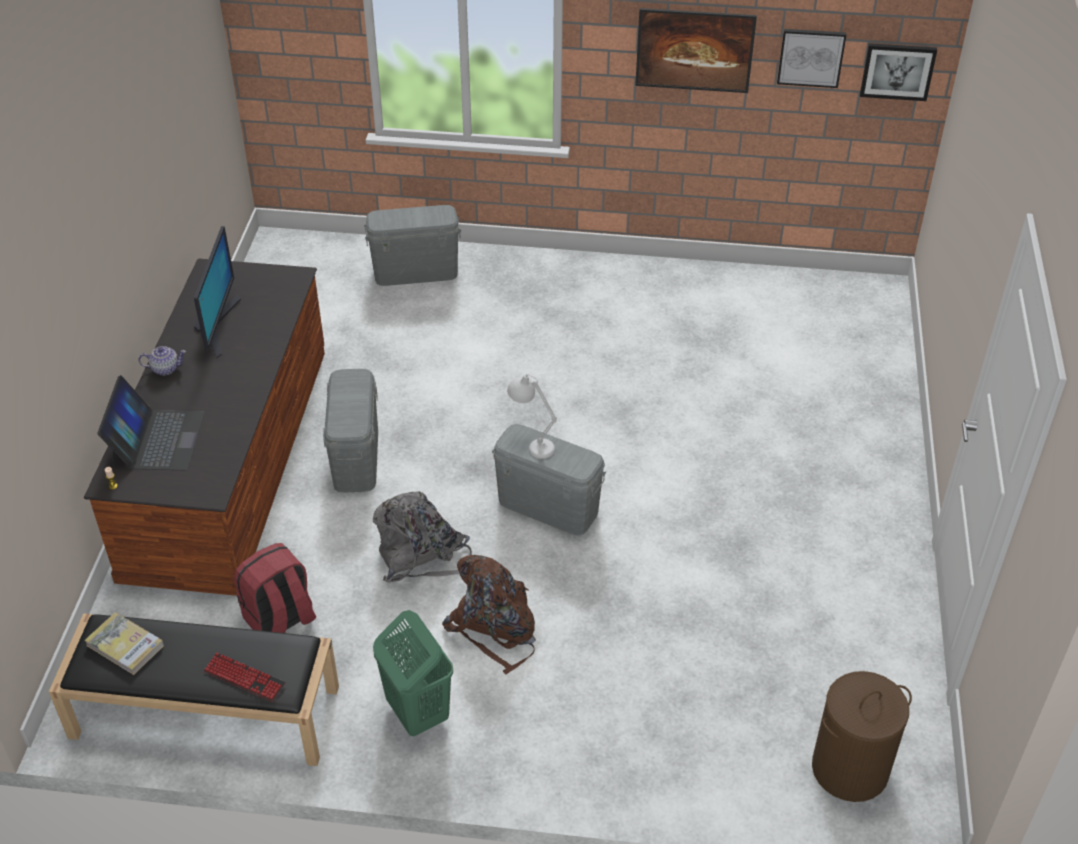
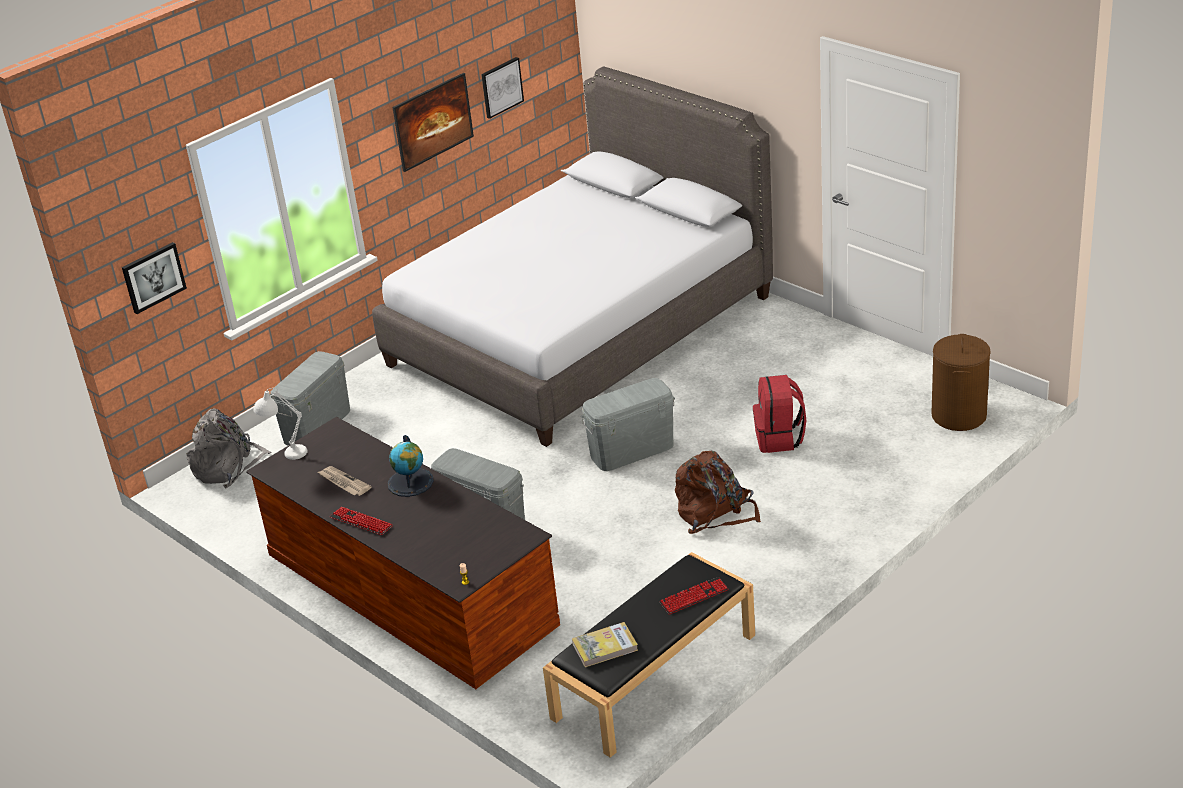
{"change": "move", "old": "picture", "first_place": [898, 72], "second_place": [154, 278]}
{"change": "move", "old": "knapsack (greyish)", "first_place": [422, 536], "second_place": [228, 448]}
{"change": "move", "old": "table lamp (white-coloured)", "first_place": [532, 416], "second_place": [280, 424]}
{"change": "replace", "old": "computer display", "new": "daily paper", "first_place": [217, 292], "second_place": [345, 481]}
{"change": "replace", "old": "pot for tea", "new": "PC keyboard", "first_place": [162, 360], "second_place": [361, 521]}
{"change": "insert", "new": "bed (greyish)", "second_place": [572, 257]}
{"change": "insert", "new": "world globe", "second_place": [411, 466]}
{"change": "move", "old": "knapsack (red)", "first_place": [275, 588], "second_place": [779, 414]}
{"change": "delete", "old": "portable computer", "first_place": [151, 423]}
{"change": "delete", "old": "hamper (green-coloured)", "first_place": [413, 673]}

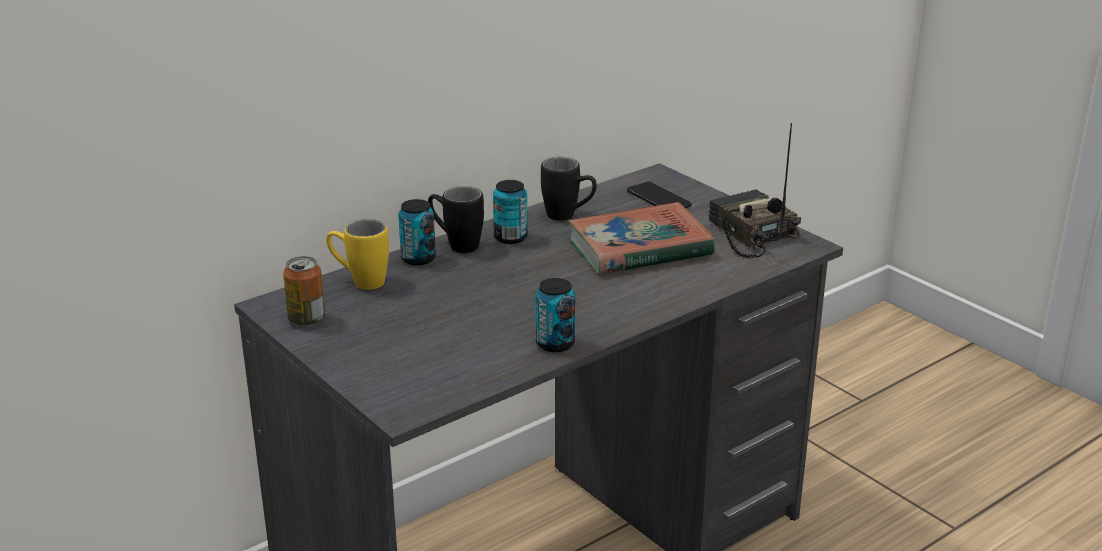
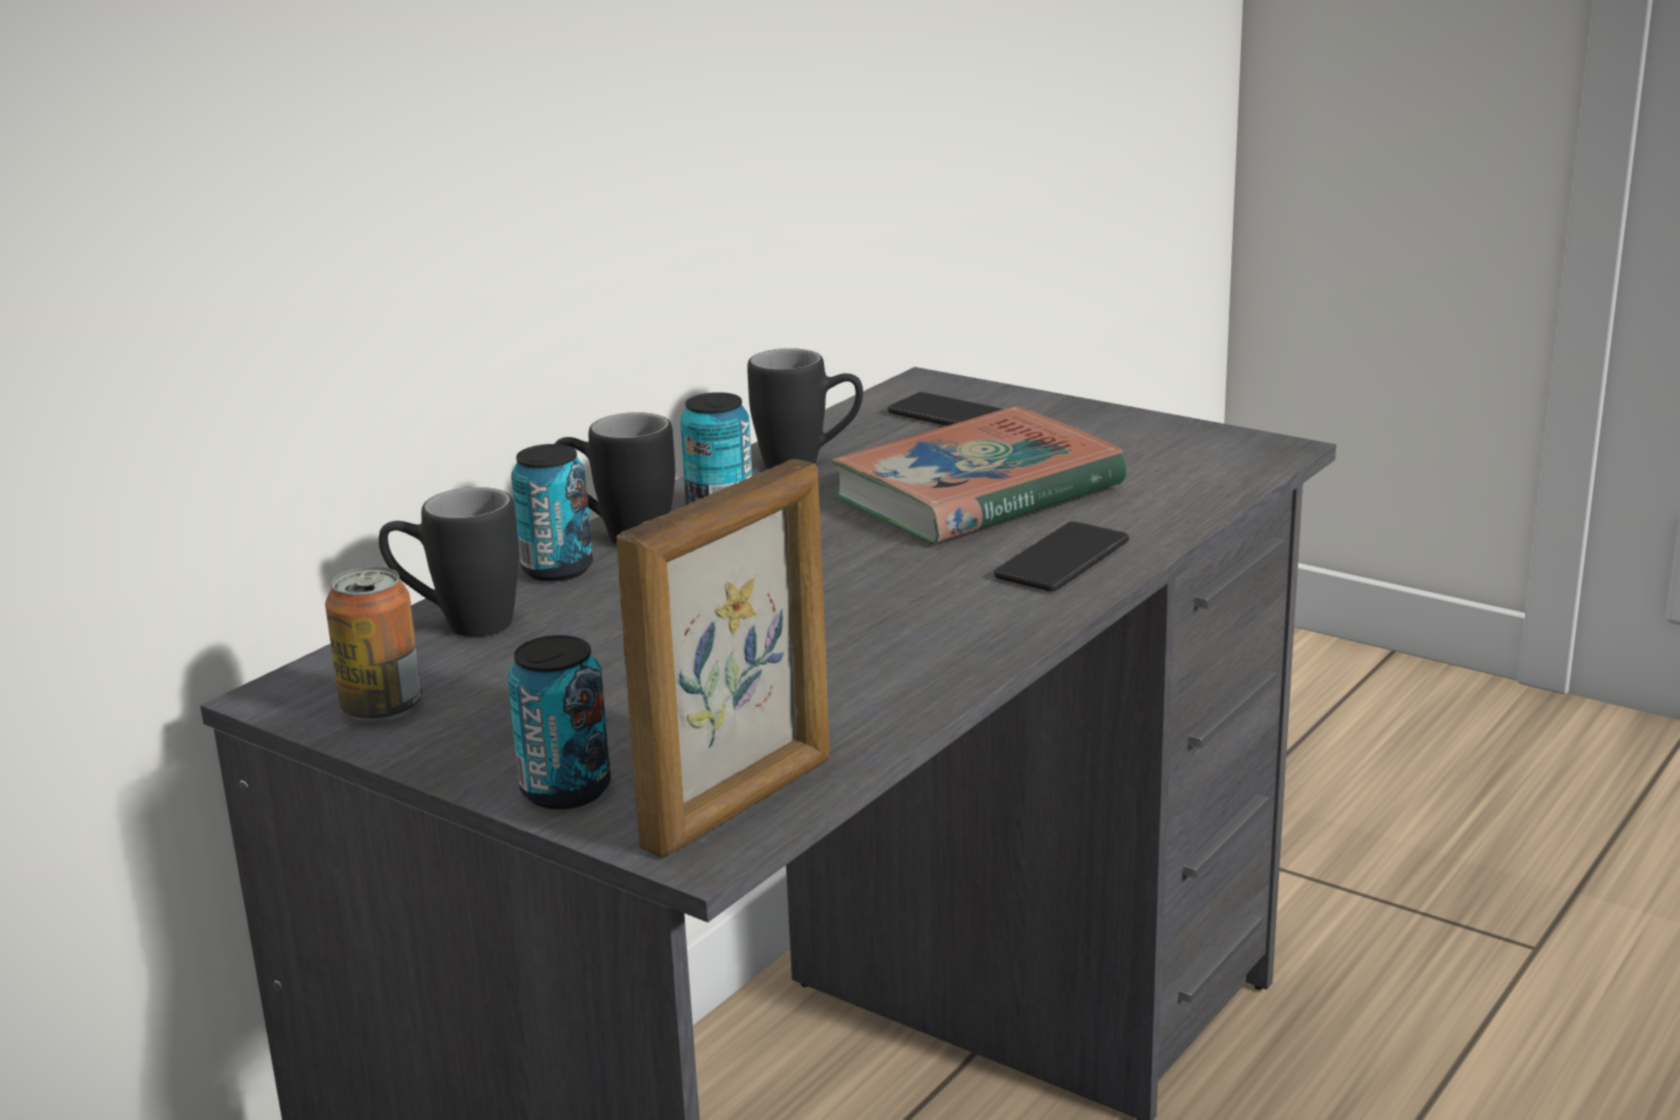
{"change": "recolor", "old": "mug (yellowish)", "new": "mug (black-coloured)", "first_place": [357, 254], "second_place": [449, 562]}
{"change": "move", "old": "sealed can", "first_place": [555, 315], "second_place": [559, 722]}
{"change": "insert", "new": "standing frame", "second_place": [722, 658]}
{"change": "insert", "new": "handset", "second_place": [1061, 556]}
{"change": "delete", "old": "radio", "first_place": [755, 190]}

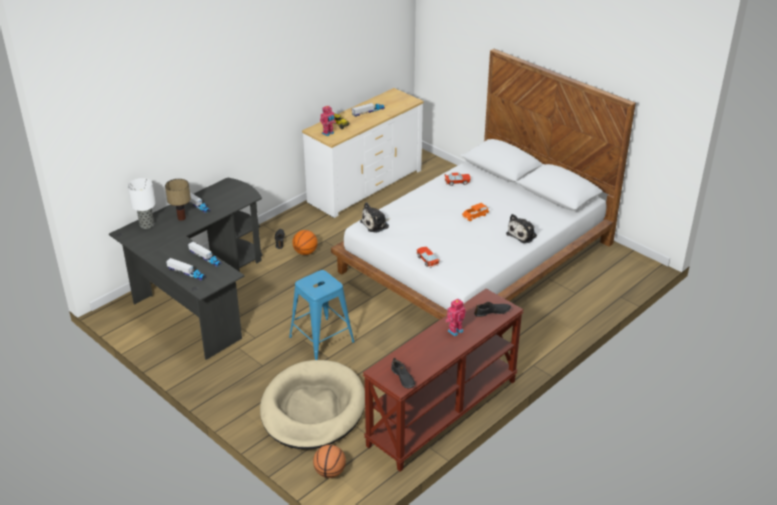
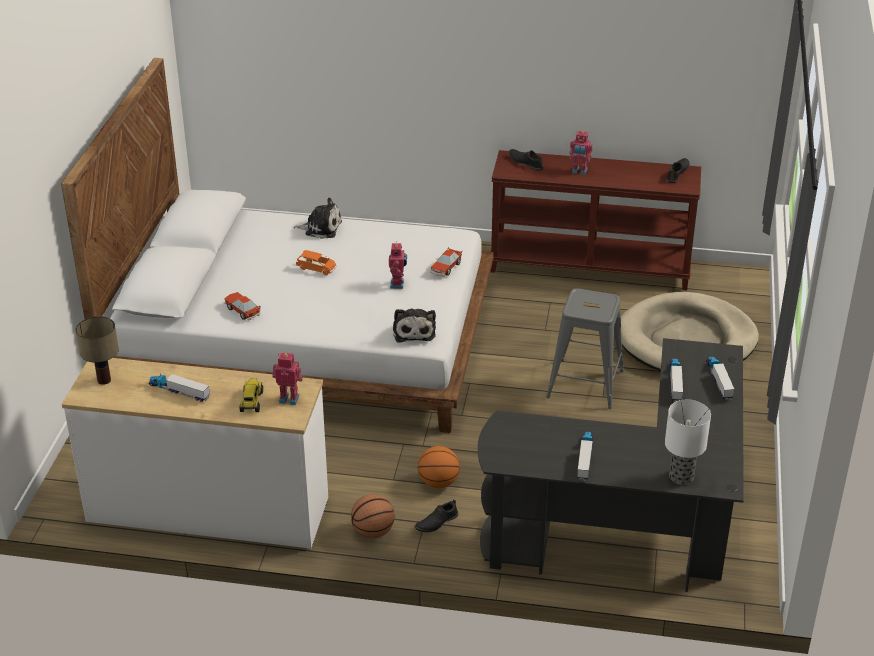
{"change": "move", "old": "table lamp", "first_place": [178, 200], "second_place": [97, 350]}
{"change": "move", "old": "basketball", "first_place": [329, 461], "second_place": [373, 516]}
{"change": "insert", "new": "robot figure", "second_place": [398, 265]}
{"change": "rotate", "old": "cuddly toy", "first_place": [375, 217], "second_place": [414, 325], "degrees": 60}
{"change": "recolor", "old": "stool (bluish)", "new": "stool (greyish)", "first_place": [322, 315], "second_place": [584, 348]}

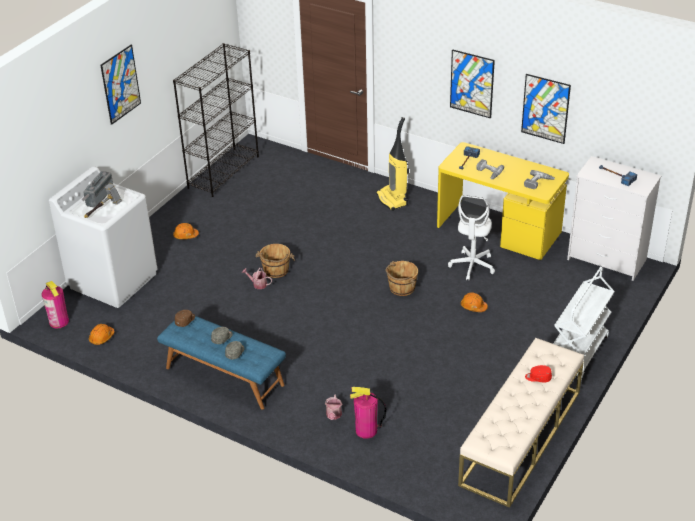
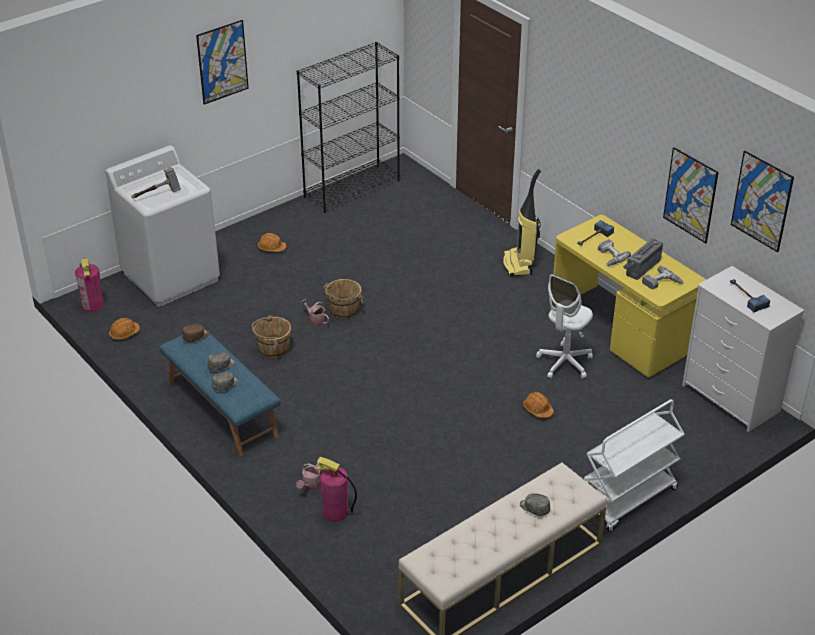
{"change": "move", "old": "pail (brownish)", "first_place": [401, 278], "second_place": [271, 336]}
{"change": "recolor", "old": "cap (red)", "new": "cap (greyish)", "first_place": [538, 374], "second_place": [535, 504]}
{"change": "move", "old": "radio", "first_place": [97, 189], "second_place": [643, 259]}
{"change": "move", "old": "picture", "first_place": [472, 83], "second_place": [762, 201]}

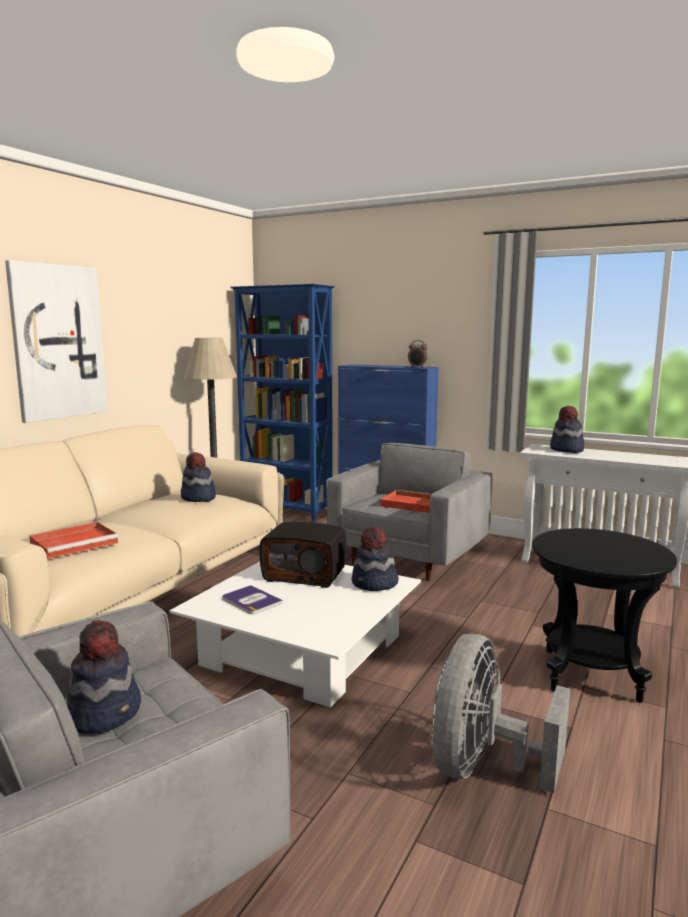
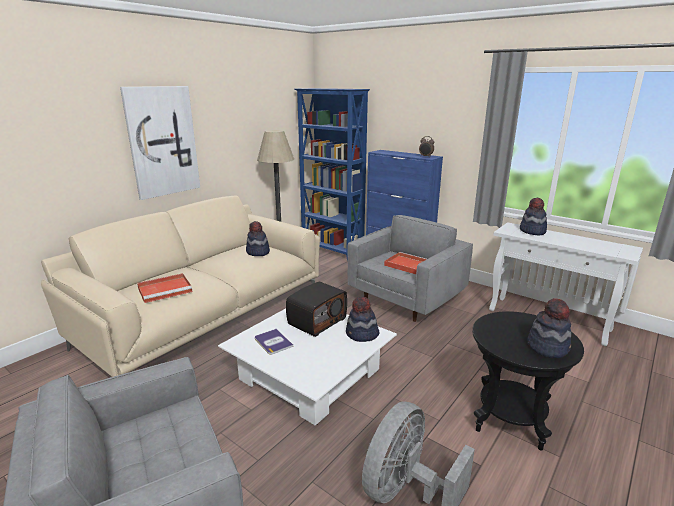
{"change": "rotate", "old": "radio", "first_place": [303, 555], "second_place": [316, 309], "degrees": -75}
{"change": "move", "old": "clothing hat", "first_place": [104, 677], "second_place": [549, 328]}

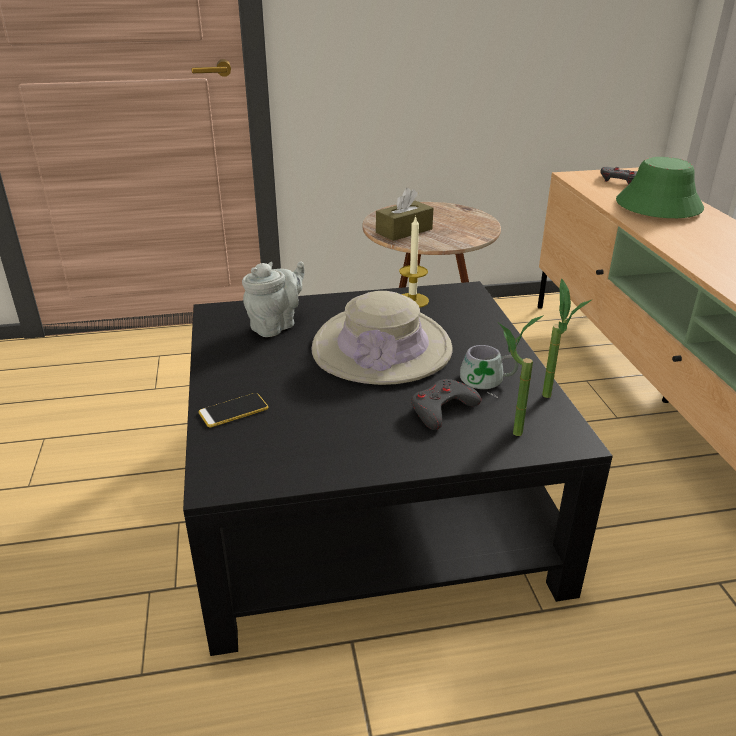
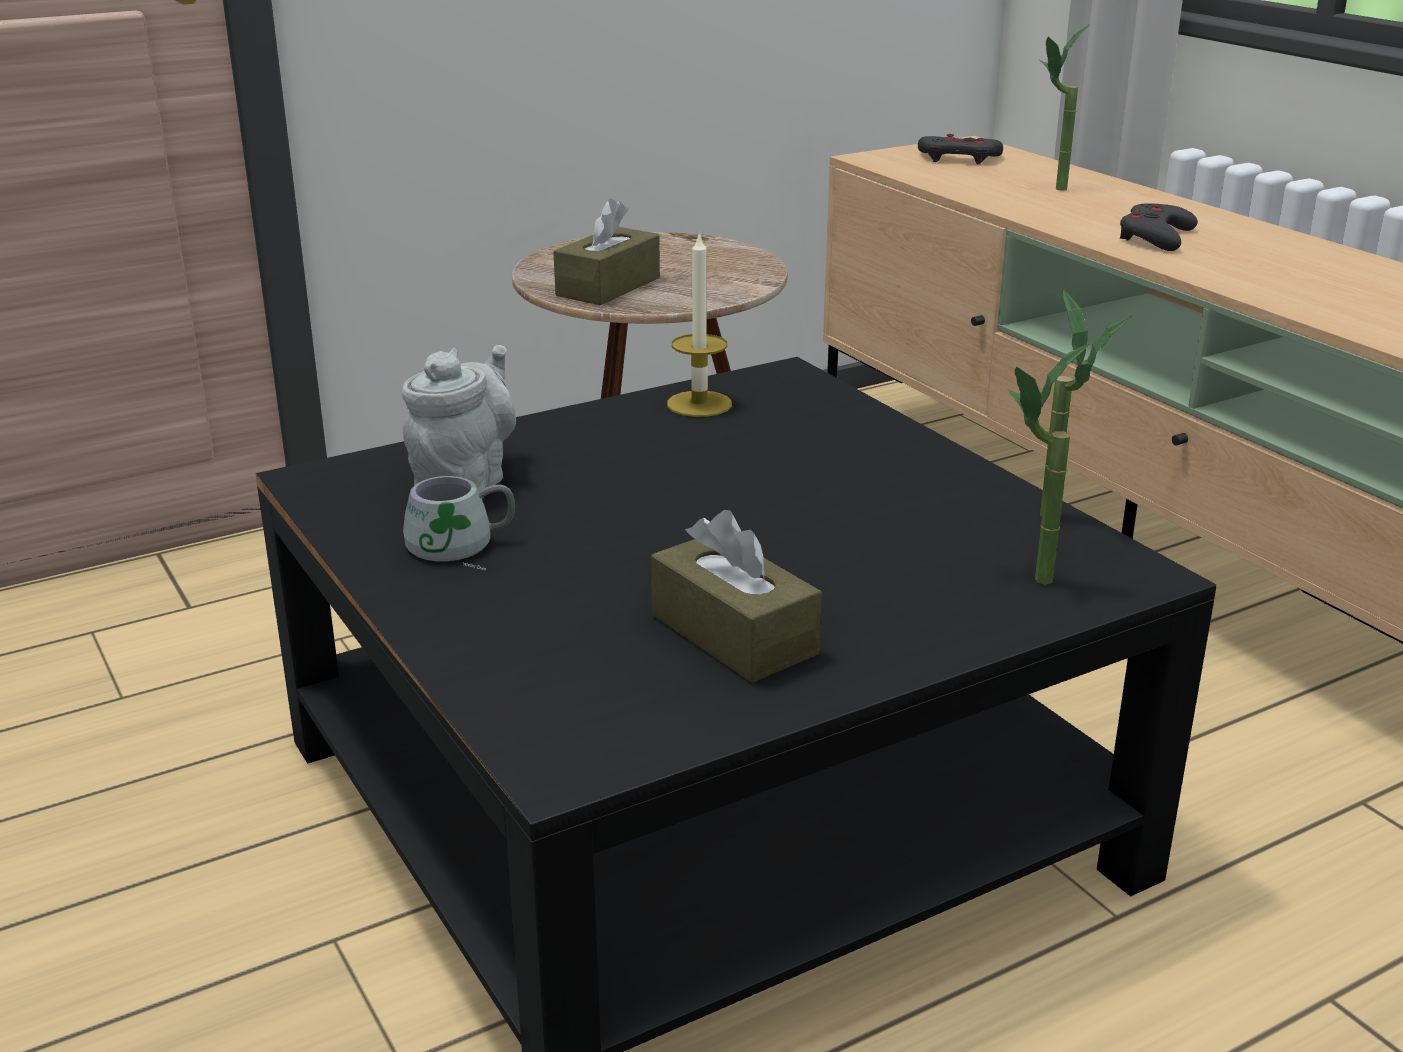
{"change": "move", "old": "mug (greyish)", "first_place": [489, 371], "second_place": [459, 523]}
{"change": "insert", "new": "box of tissues (brownish)", "second_place": [736, 596]}
{"change": "replace", "old": "clothing hat (green-coloured)", "new": "potted plant", "first_place": [660, 187], "second_place": [1064, 107]}
{"change": "move", "old": "gamepad (greyish)", "first_place": [446, 404], "second_place": [1159, 227]}
{"change": "delete", "old": "handset", "first_place": [233, 410]}
{"change": "delete", "old": "clothing hat (sand-coloured)", "first_place": [382, 338]}

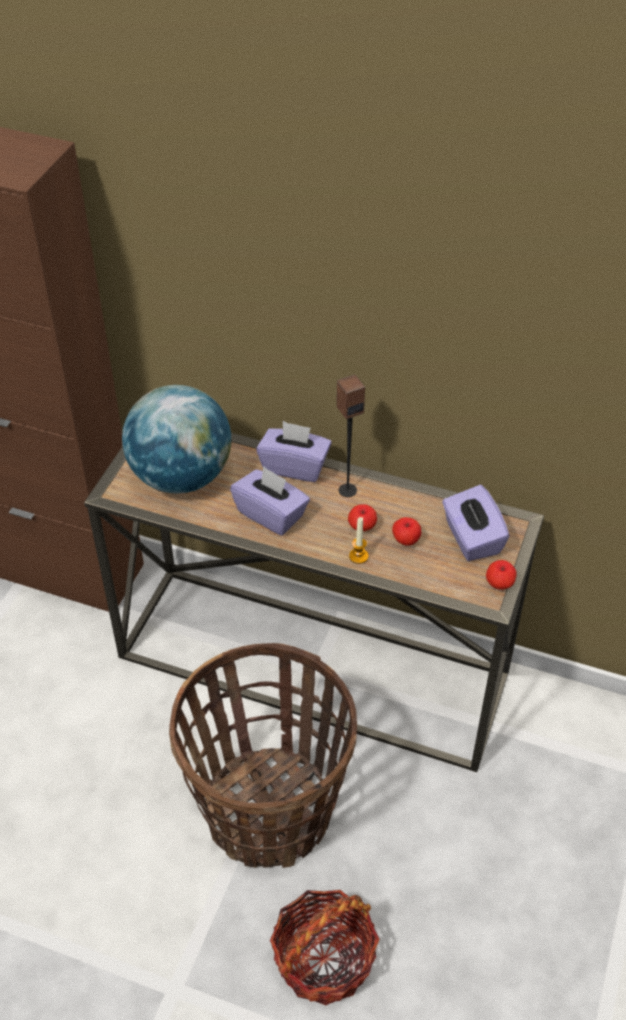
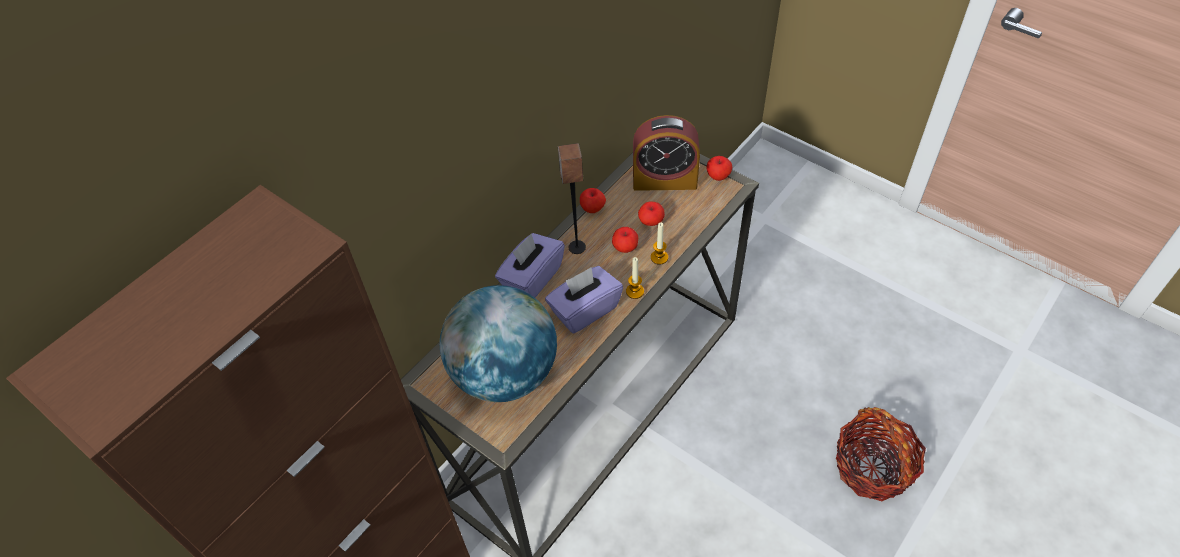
{"change": "insert", "new": "apple", "second_place": [593, 200]}
{"change": "insert", "new": "wax light", "second_place": [635, 278]}
{"change": "replace", "old": "box of tissues (purple)", "new": "bedside clock", "first_place": [476, 523], "second_place": [666, 153]}
{"change": "delete", "old": "basket", "first_place": [263, 755]}

